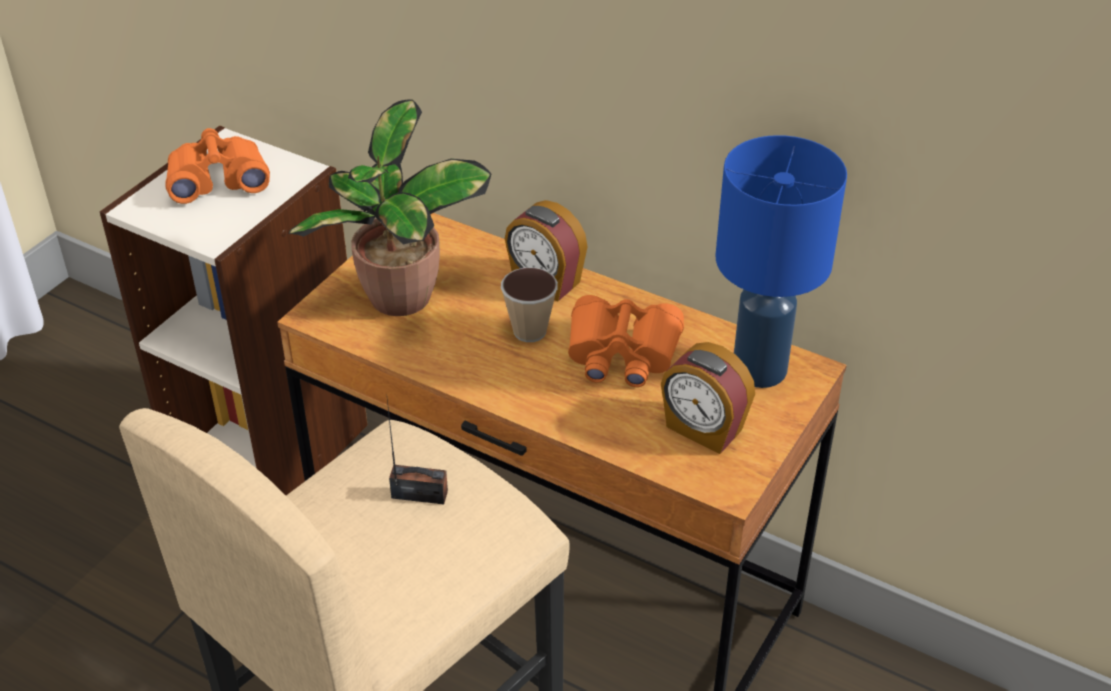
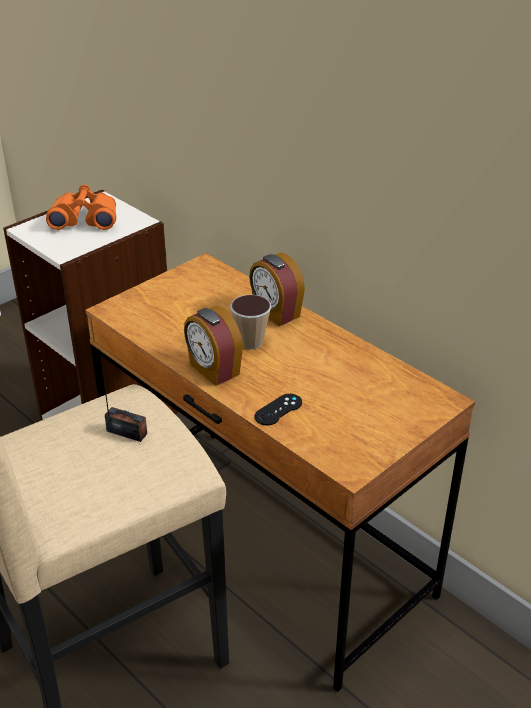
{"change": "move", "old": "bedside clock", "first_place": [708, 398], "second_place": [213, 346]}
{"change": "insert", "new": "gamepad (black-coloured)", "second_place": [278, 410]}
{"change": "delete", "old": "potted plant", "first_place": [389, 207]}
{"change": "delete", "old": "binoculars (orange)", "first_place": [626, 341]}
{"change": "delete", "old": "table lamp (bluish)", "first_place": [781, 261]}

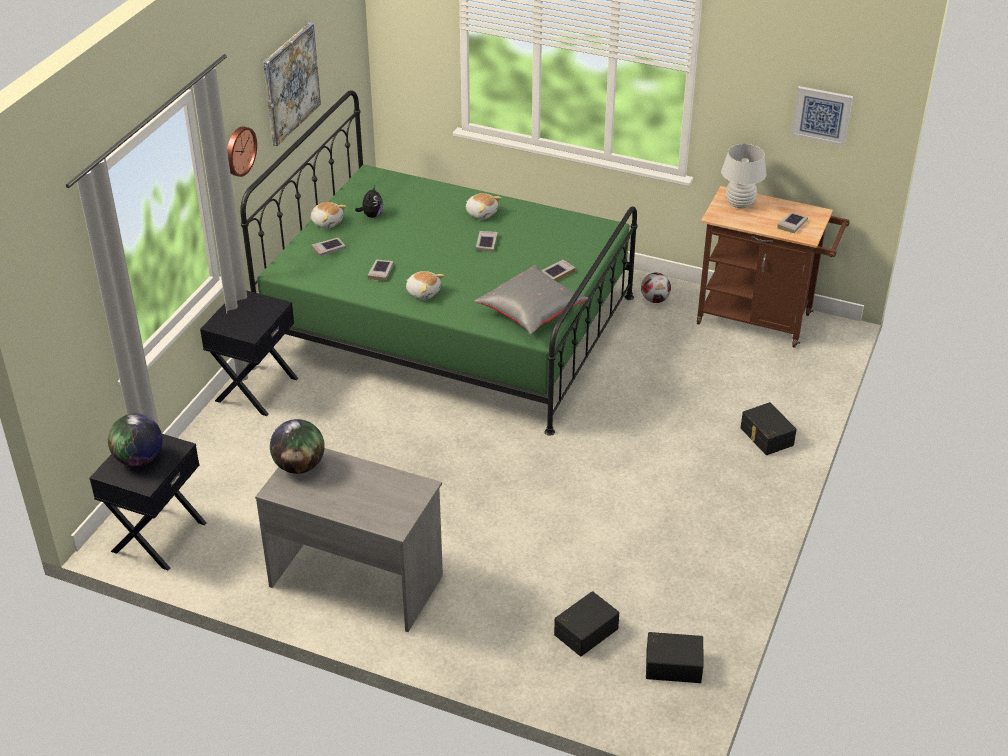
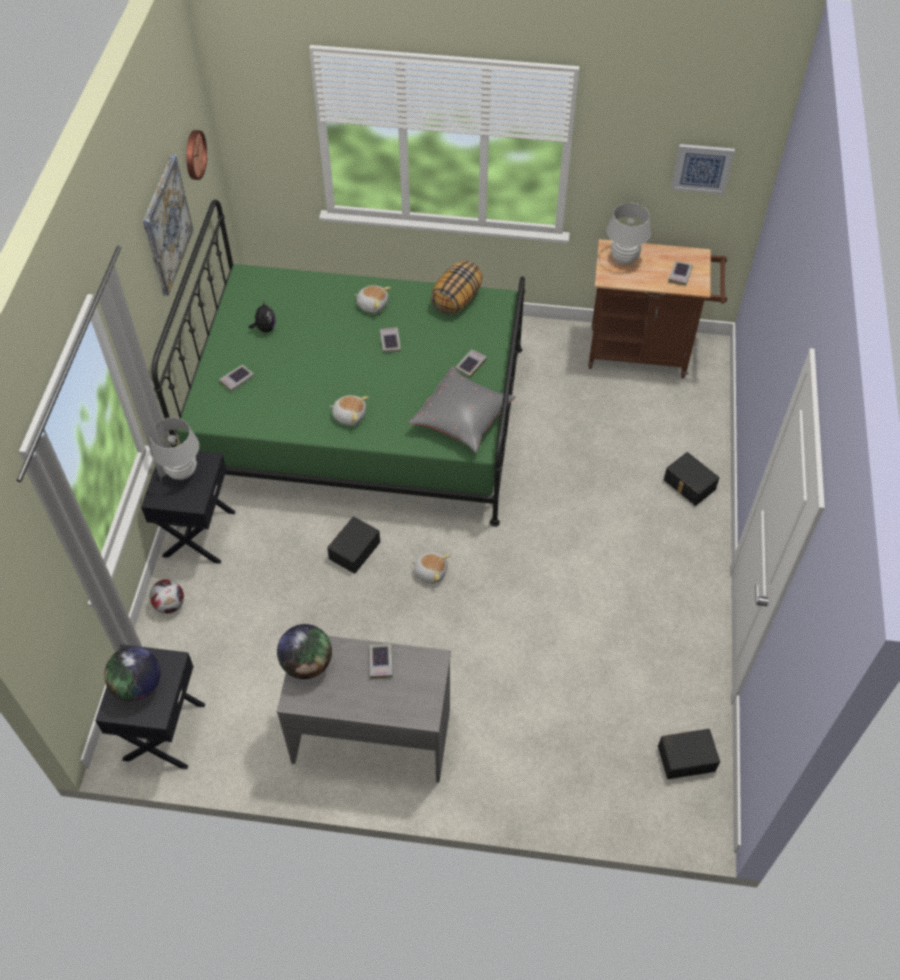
{"change": "move", "old": "football ball", "first_place": [656, 288], "second_place": [166, 596]}
{"change": "insert", "new": "table lamp (white-coloured)", "second_place": [174, 448]}
{"change": "move", "old": "clock on the wall", "first_place": [242, 151], "second_place": [196, 155]}
{"change": "move", "old": "storage box (black-coloured)", "first_place": [586, 623], "second_place": [353, 545]}
{"change": "move", "old": "book", "first_place": [381, 270], "second_place": [381, 661]}
{"change": "move", "old": "cuddly toy", "first_place": [328, 215], "second_place": [430, 568]}
{"change": "insert", "new": "throw pillow", "second_place": [457, 288]}

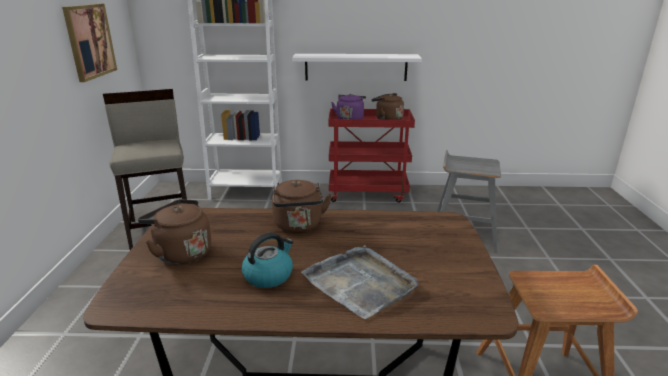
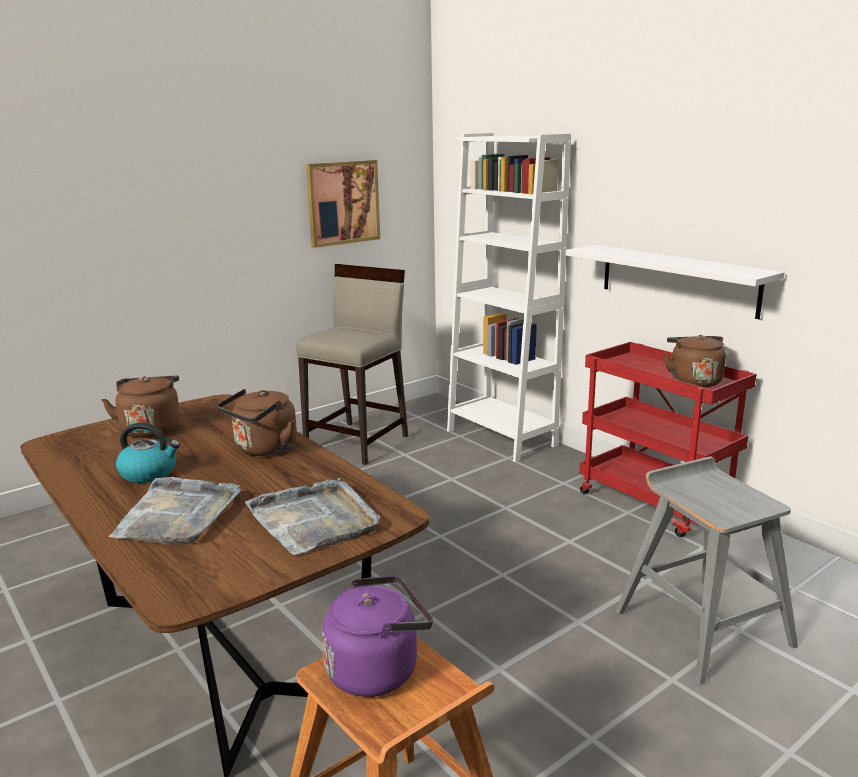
{"change": "insert", "new": "tray (greyish)", "second_place": [312, 516]}
{"change": "move", "old": "tea kettle (purple)", "first_place": [348, 106], "second_place": [377, 636]}

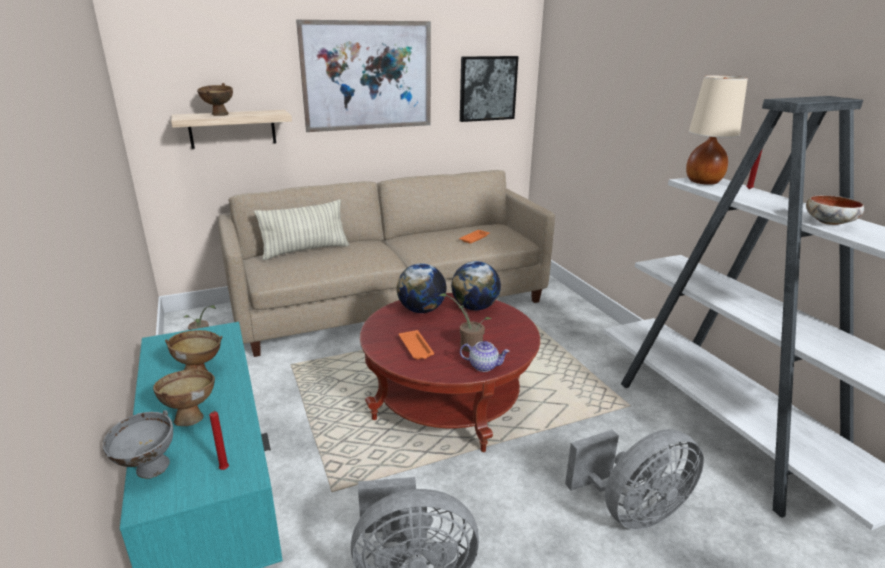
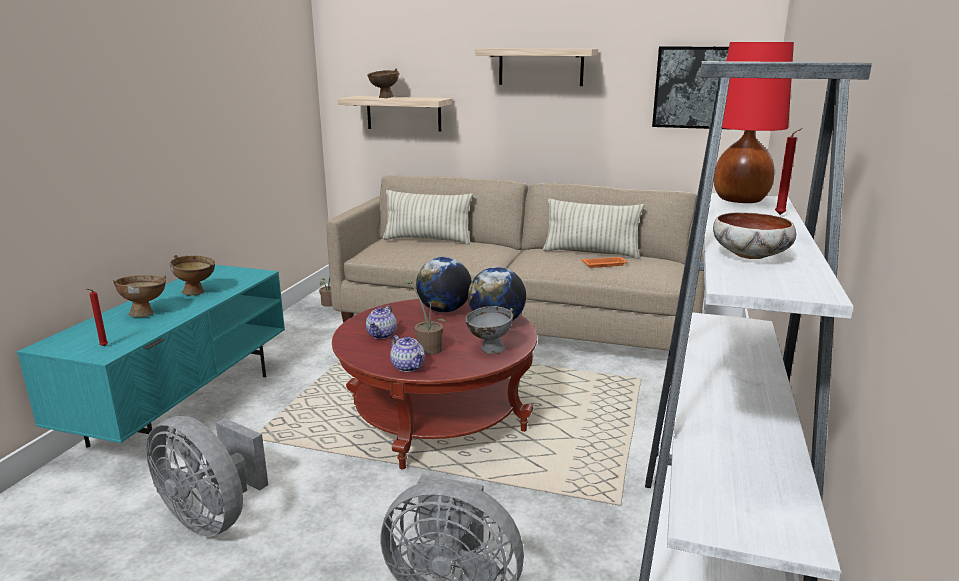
{"change": "replace", "old": "tray (orange)", "new": "pot for tea", "first_place": [416, 344], "second_place": [381, 322]}
{"change": "move", "old": "bowl (greyish)", "first_place": [138, 444], "second_place": [489, 330]}
{"change": "replace", "old": "picture", "new": "shelf", "first_place": [363, 76], "second_place": [536, 67]}
{"change": "insert", "new": "throw pillow", "second_place": [593, 229]}
{"change": "recolor", "old": "table lamp (sand-coloured)", "new": "table lamp (red)", "first_place": [717, 130], "second_place": [754, 122]}

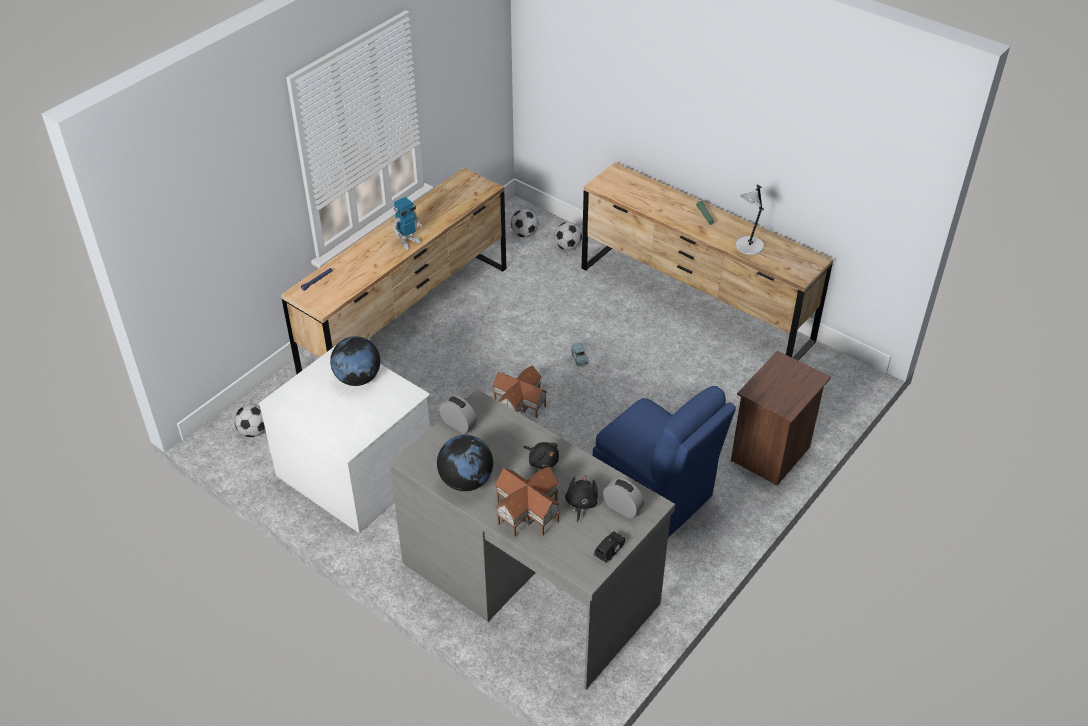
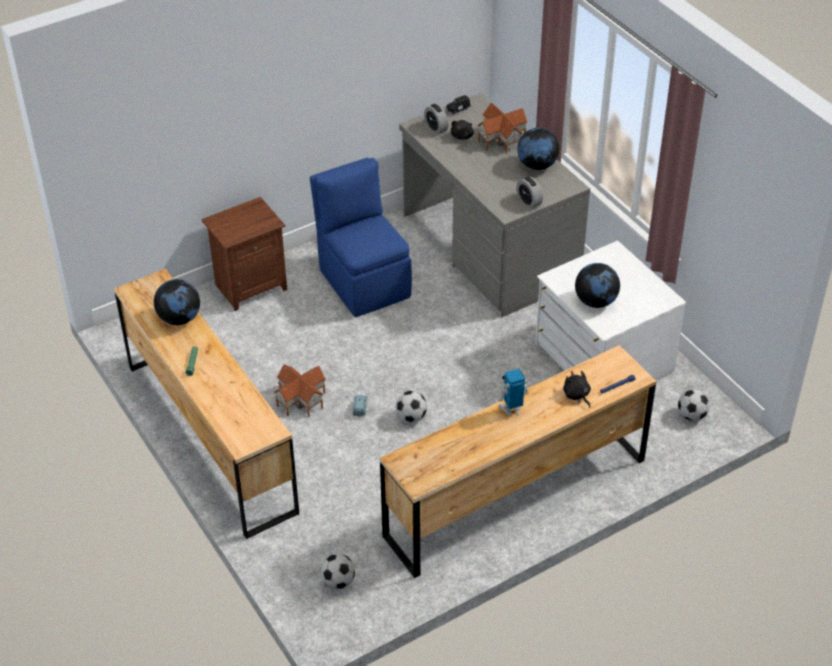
{"change": "replace", "old": "table lamp (greyish)", "new": "world globe", "first_place": [750, 220], "second_place": [177, 302]}
{"change": "move", "old": "model house", "first_place": [520, 391], "second_place": [300, 390]}
{"change": "move", "old": "football ball", "first_place": [568, 236], "second_place": [411, 407]}
{"change": "move", "old": "cuddly toy (black-coloured)", "first_place": [541, 455], "second_place": [577, 389]}

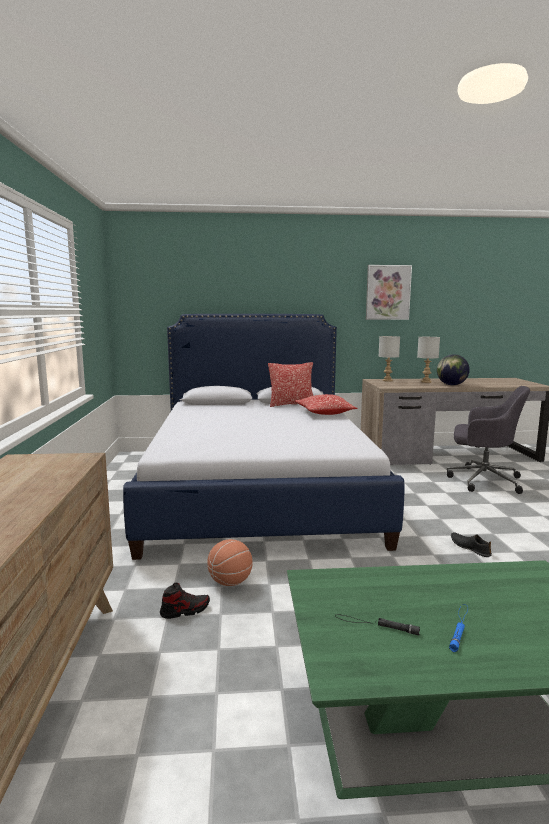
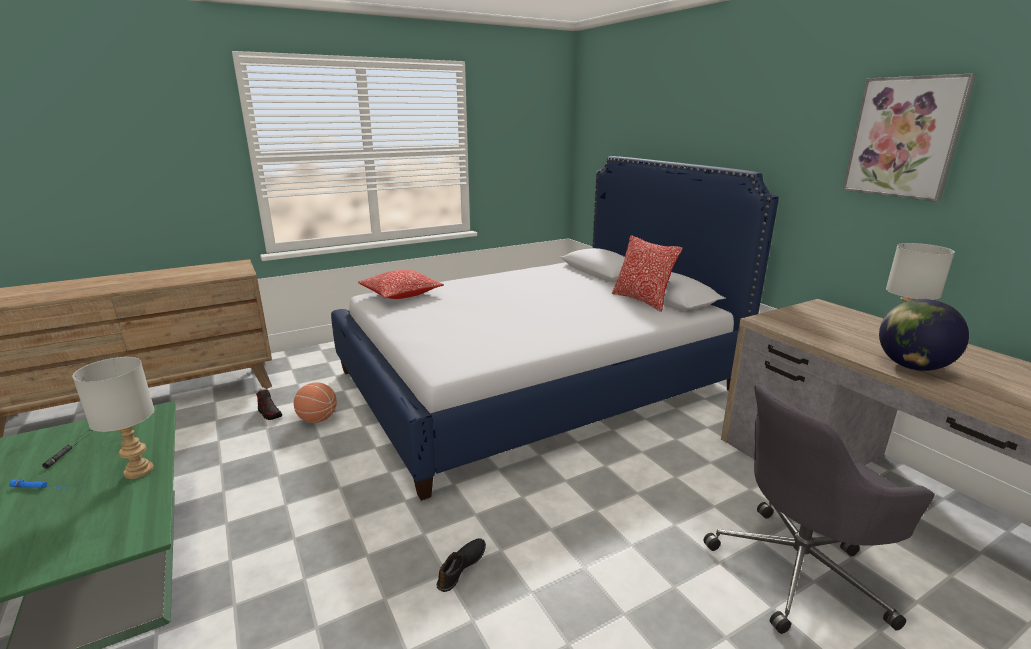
{"change": "move", "old": "table lamp (greyish)", "first_place": [389, 359], "second_place": [113, 418]}
{"change": "move", "old": "throw pillow", "first_place": [326, 404], "second_place": [401, 284]}
{"change": "rotate", "old": "desk chair (greyish)", "first_place": [488, 440], "second_place": [819, 509], "degrees": 75}

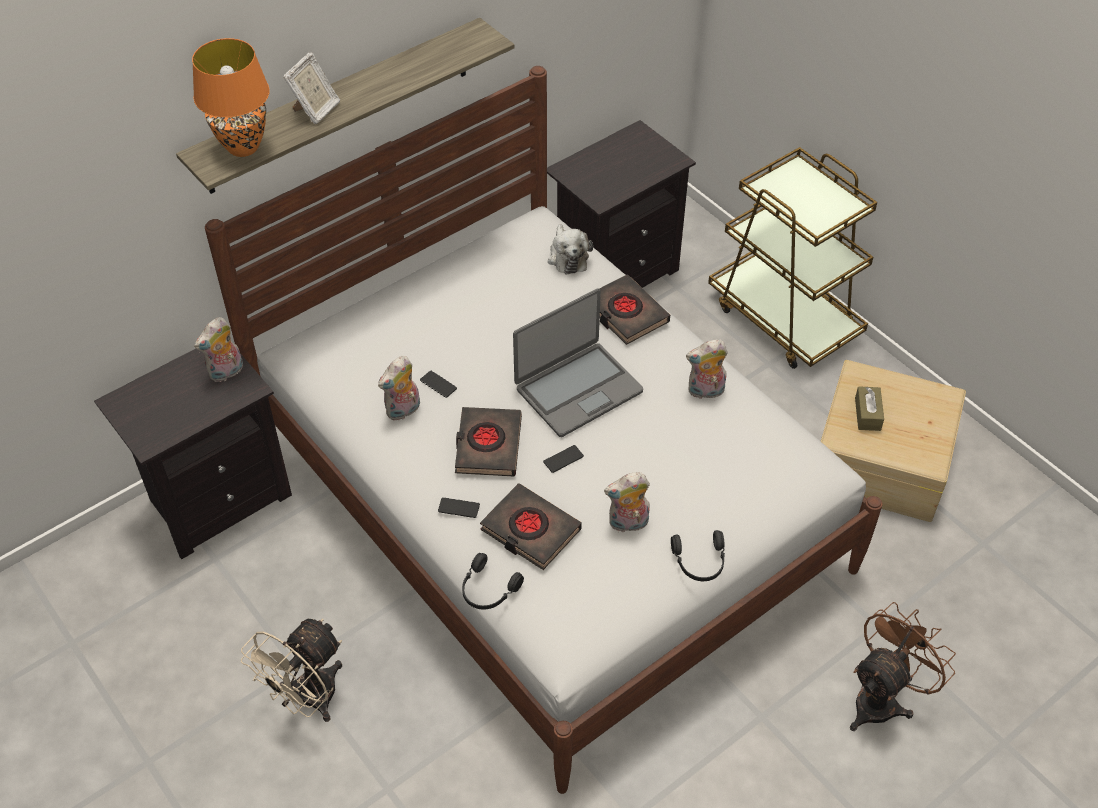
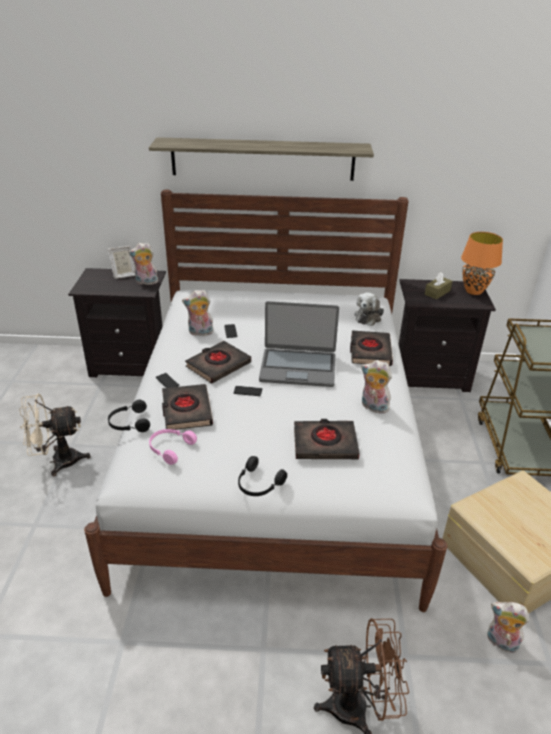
{"change": "move", "old": "standing frame", "first_place": [311, 88], "second_place": [121, 262]}
{"change": "insert", "new": "pair of headphones (pinkish)", "second_place": [173, 447]}
{"change": "insert", "new": "book (black-coloured)", "second_place": [327, 439]}
{"change": "move", "old": "box of tissues (brownish)", "first_place": [869, 408], "second_place": [438, 285]}
{"change": "move", "old": "table lamp (orange)", "first_place": [231, 97], "second_place": [482, 263]}
{"change": "move", "old": "cuddly toy", "first_place": [627, 503], "second_place": [508, 627]}

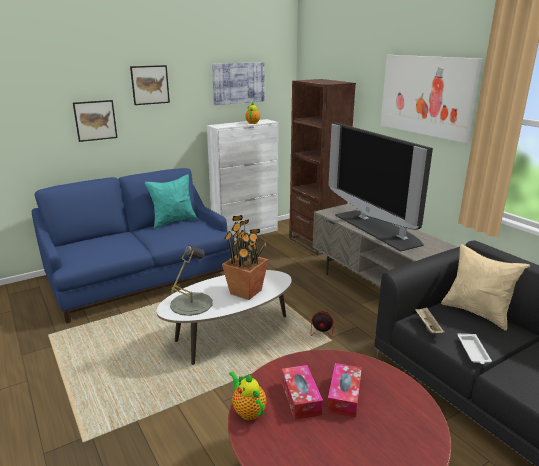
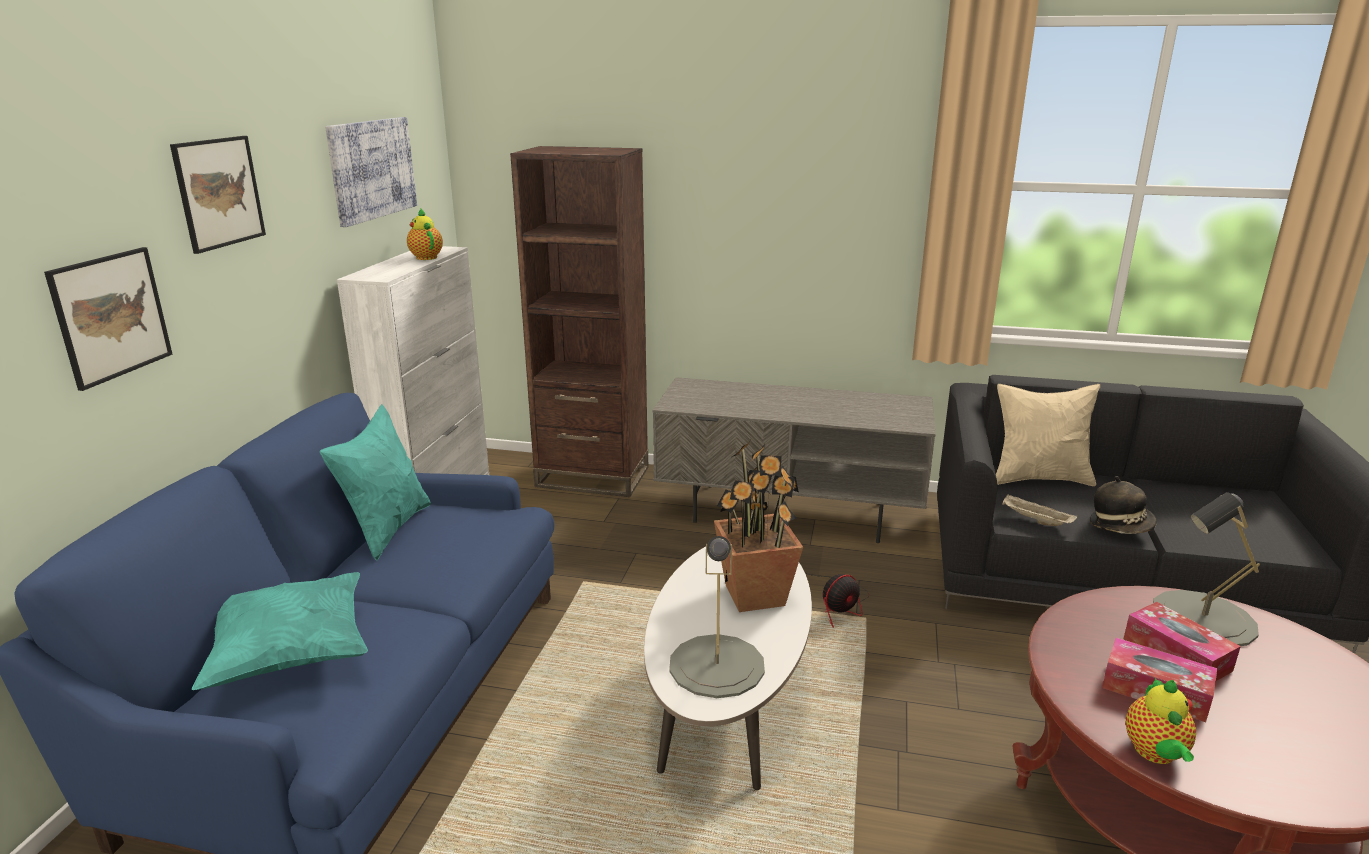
{"change": "insert", "new": "throw pillow (turquoise)", "second_place": [280, 631]}
{"change": "replace", "old": "tray (white-coloured)", "new": "clothing hat", "first_place": [474, 349], "second_place": [1123, 505]}
{"change": "rotate", "old": "pot for tea", "first_place": [248, 395], "second_place": [1160, 721], "degrees": -90}
{"change": "insert", "new": "table lamp (greyish)", "second_place": [1206, 569]}
{"change": "delete", "old": "TV set", "first_place": [380, 187]}
{"change": "delete", "old": "picture", "first_place": [431, 99]}

